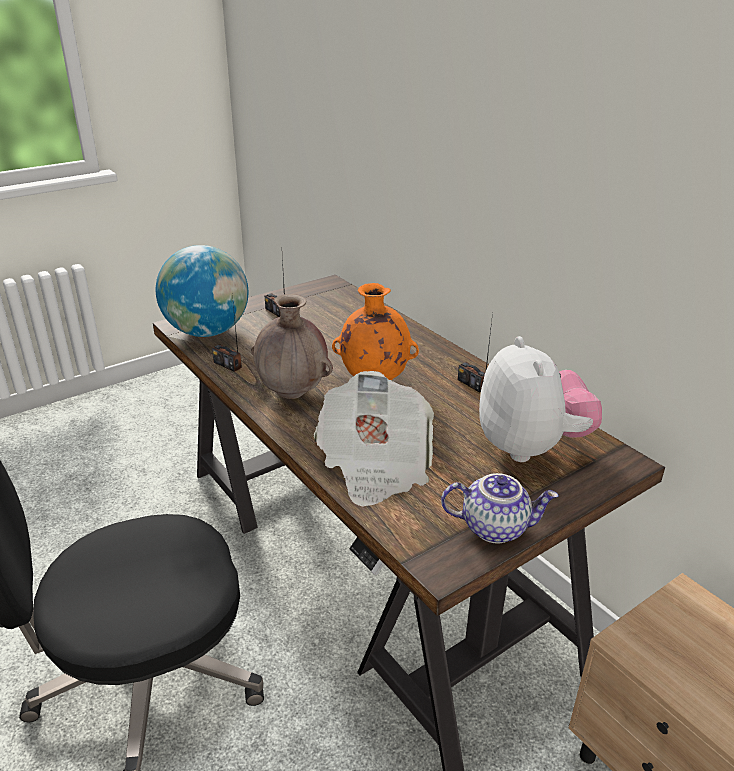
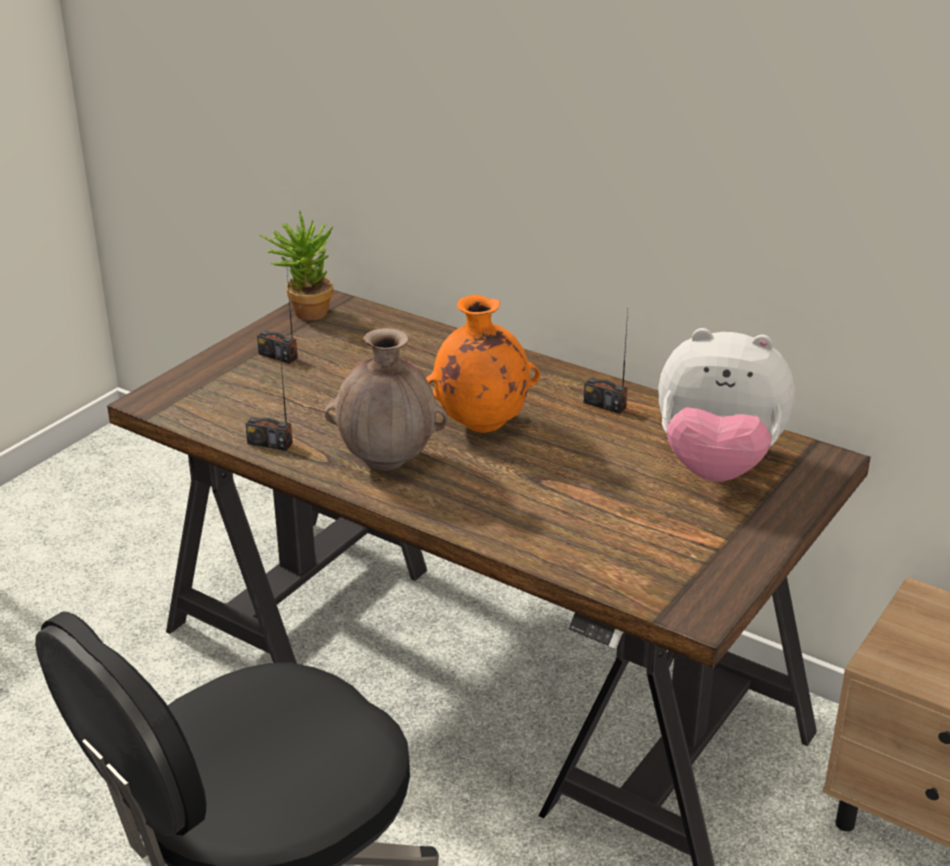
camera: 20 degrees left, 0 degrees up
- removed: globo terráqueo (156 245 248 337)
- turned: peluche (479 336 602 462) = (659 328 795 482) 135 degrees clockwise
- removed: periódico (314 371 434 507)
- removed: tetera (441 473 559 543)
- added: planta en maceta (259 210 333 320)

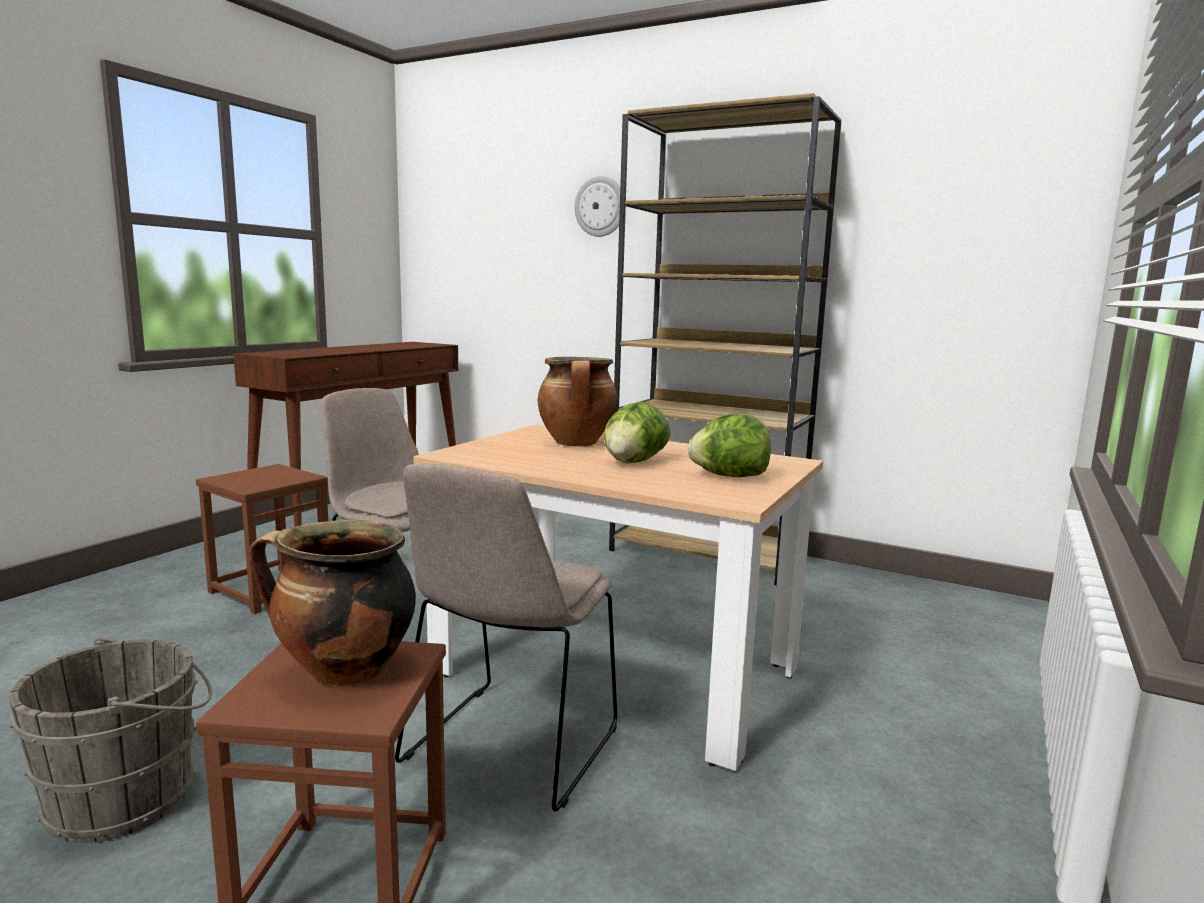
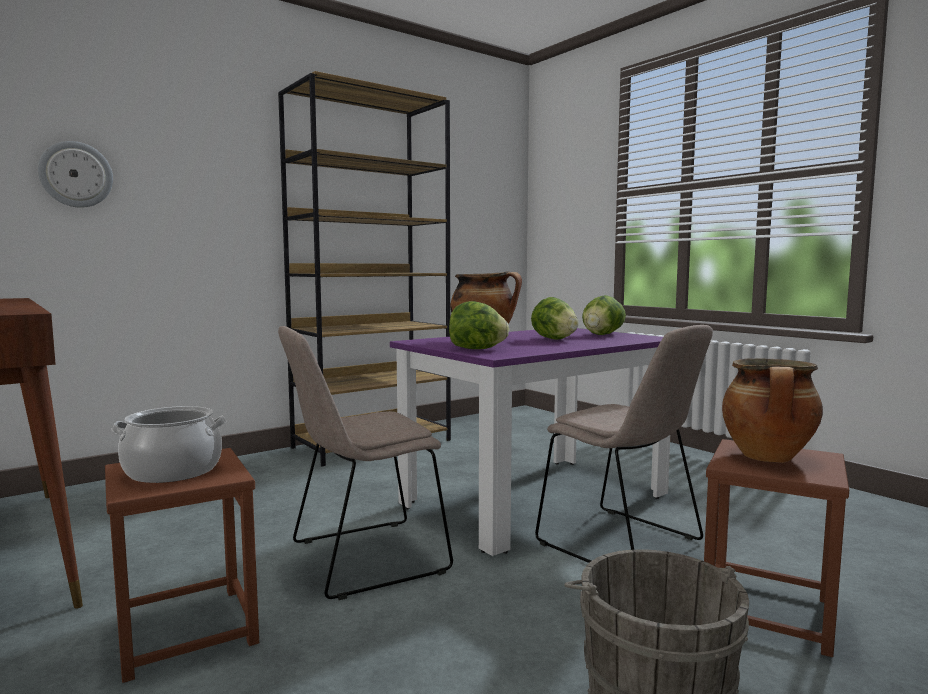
camera: 65 degrees left, 5 degrees down
- moved: reloj de pared (575 176 620 237) to (38 141 113 208)
- recoloured: mesa de comedor/beis (413 424 823 771) to mesa de comedor/morado (390 328 670 556)
- added: lechuga (449 301 509 349)
- added: olla (111 406 226 483)

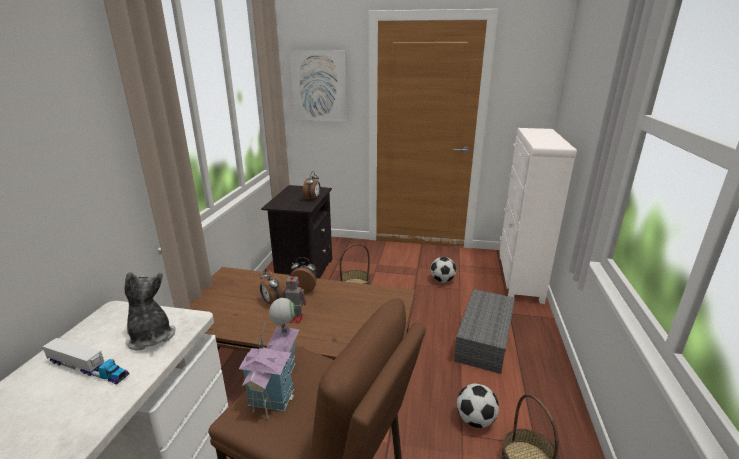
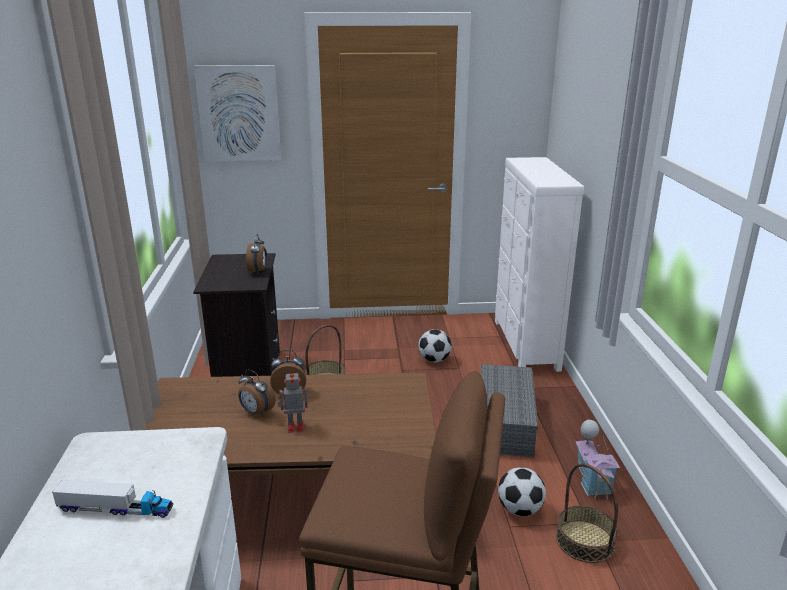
camera: 15 degrees left, 0 degrees up
- removed: peluche (124 272 175 350)
- moved: casita (239 298 299 419) to (576 420 620 500)

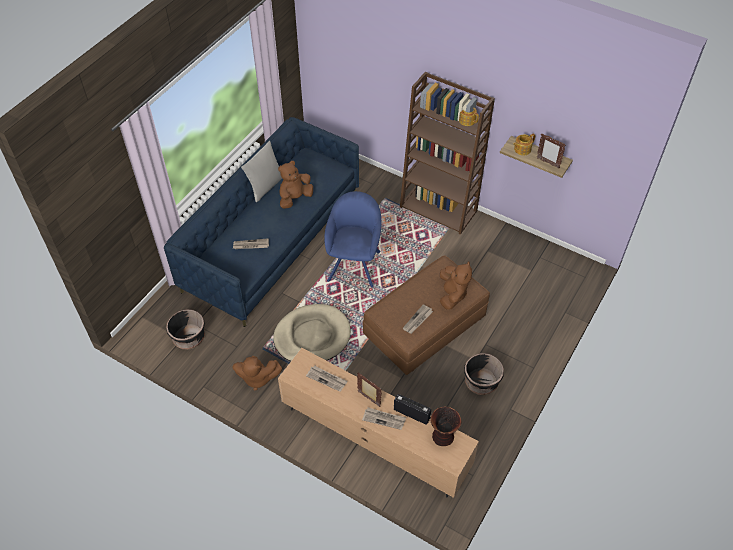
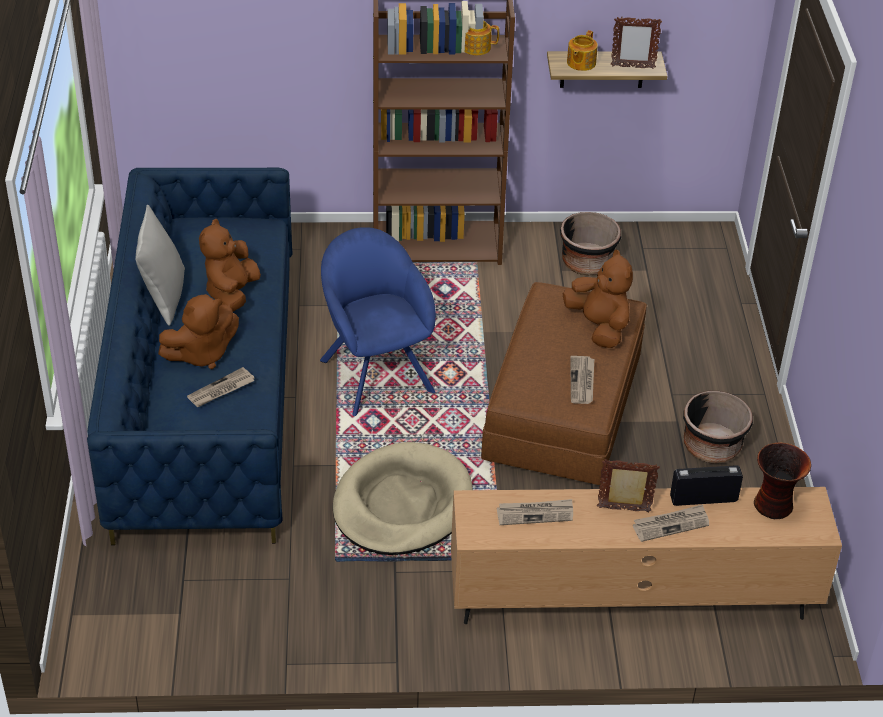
camera: 35 degrees left, 10 degrees down
- moved: maceta/negro (166 309 205 350) to (560 212 621 275)
- moved: peluche/marrón (232 356 282 390) to (158 294 239 369)

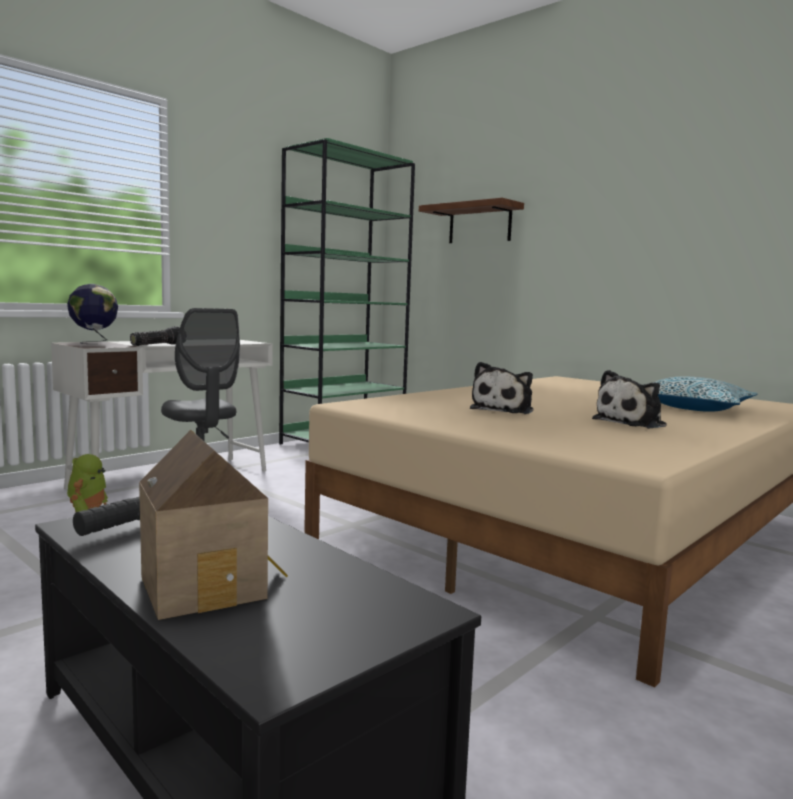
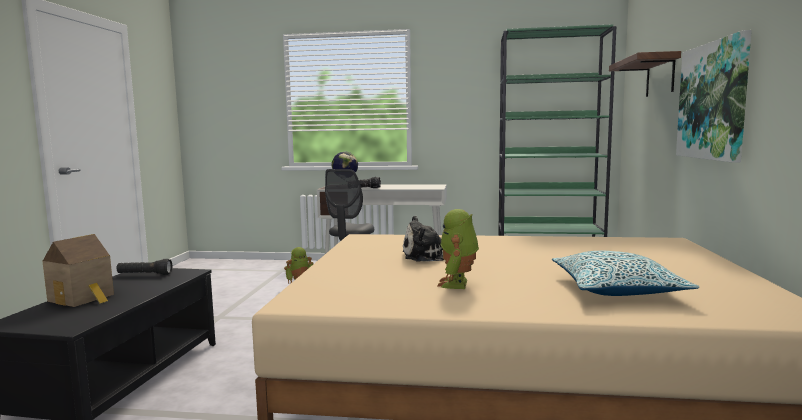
camera: 55 degrees right, 0 degrees up
- replaced: peluche (592 370 667 429) to robot de juguete (437 209 479 289)
- added: cuadro (676 30 752 163)

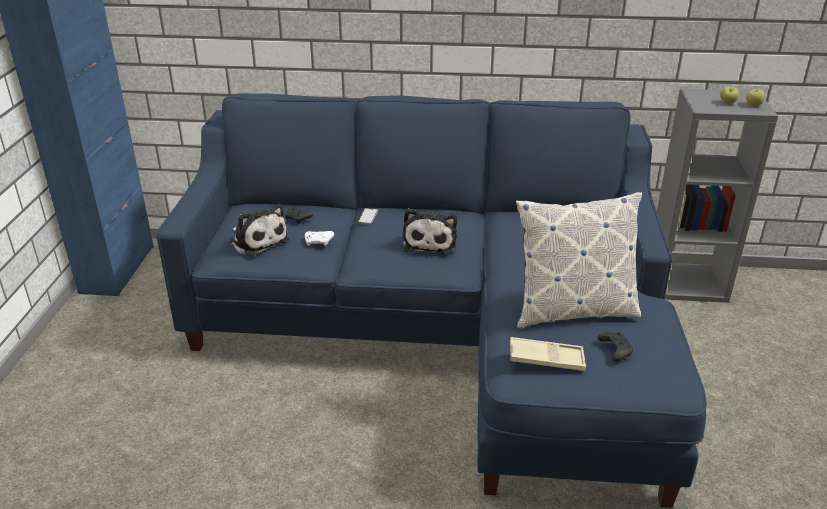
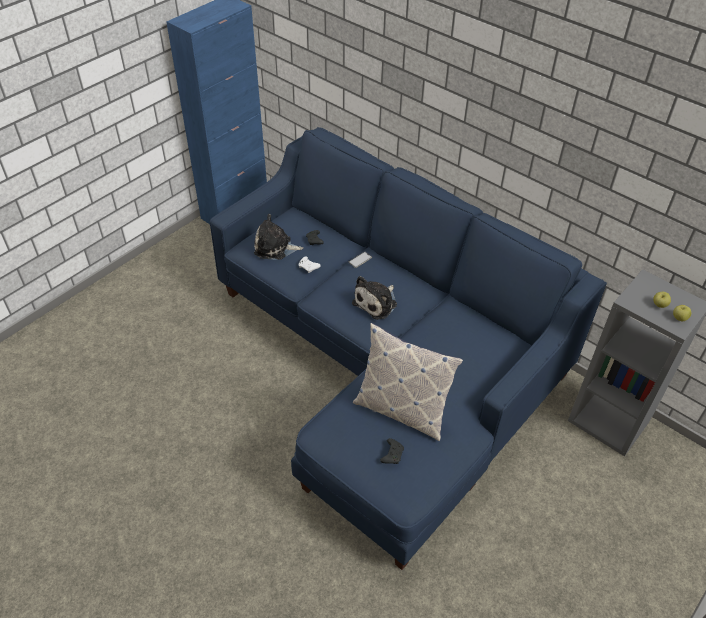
camera: 35 degrees right, 15 degrees up
- turned: peluche (230 204 289 257) = (254 214 303 260) 105 degrees clockwise
- removed: bandeja/beis (510 337 586 371)

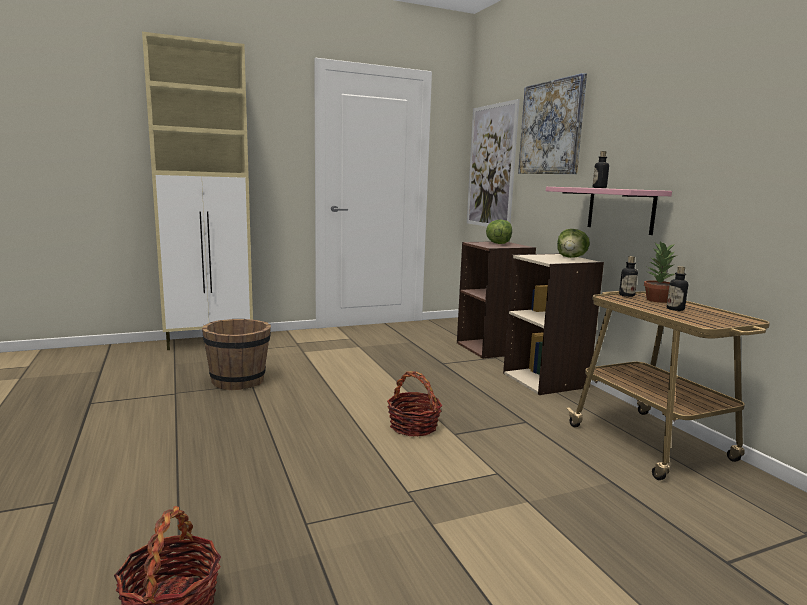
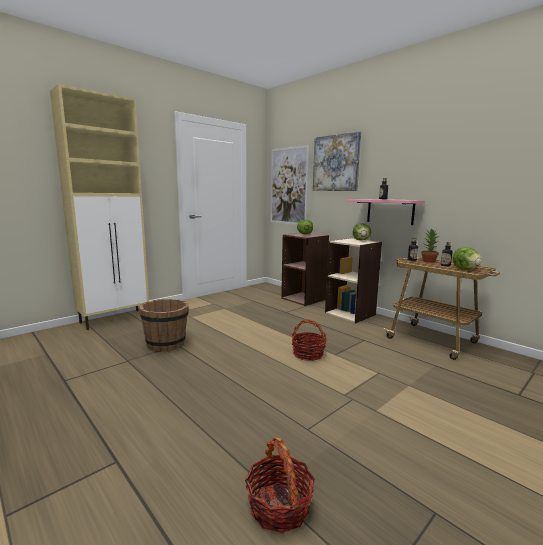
camera: 20 degrees left, 0 degrees up
- added: lechuga (452 247 482 270)

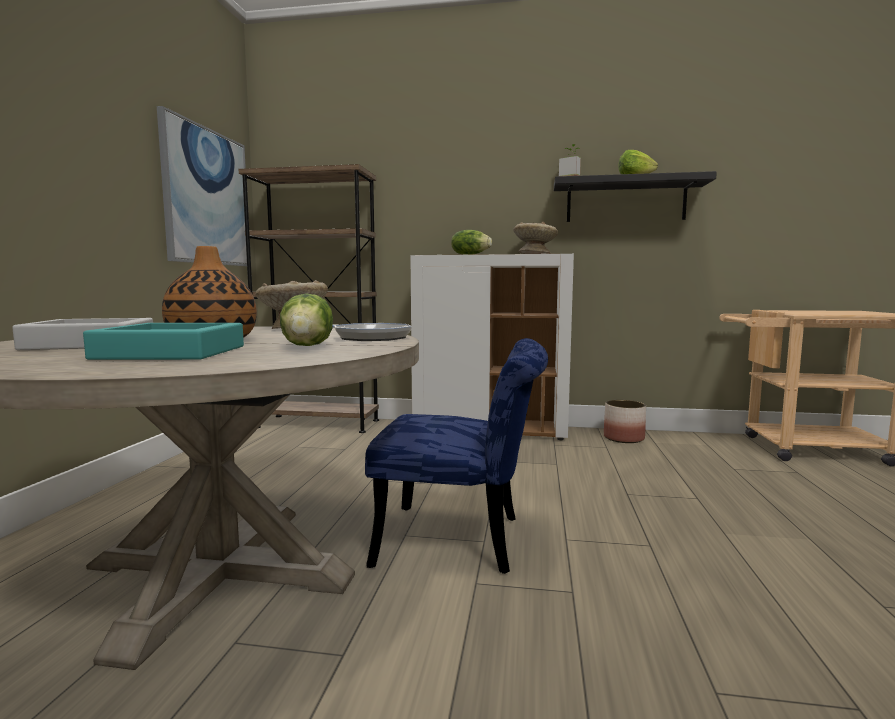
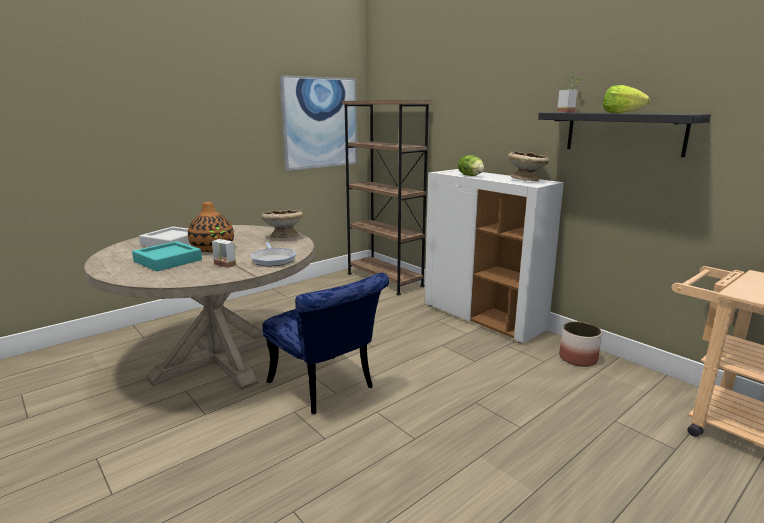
camera: 40 degrees right, 10 degrees up
- replaced: lechuga (280 293 333 346) to planta en maceta (209 227 236 268)

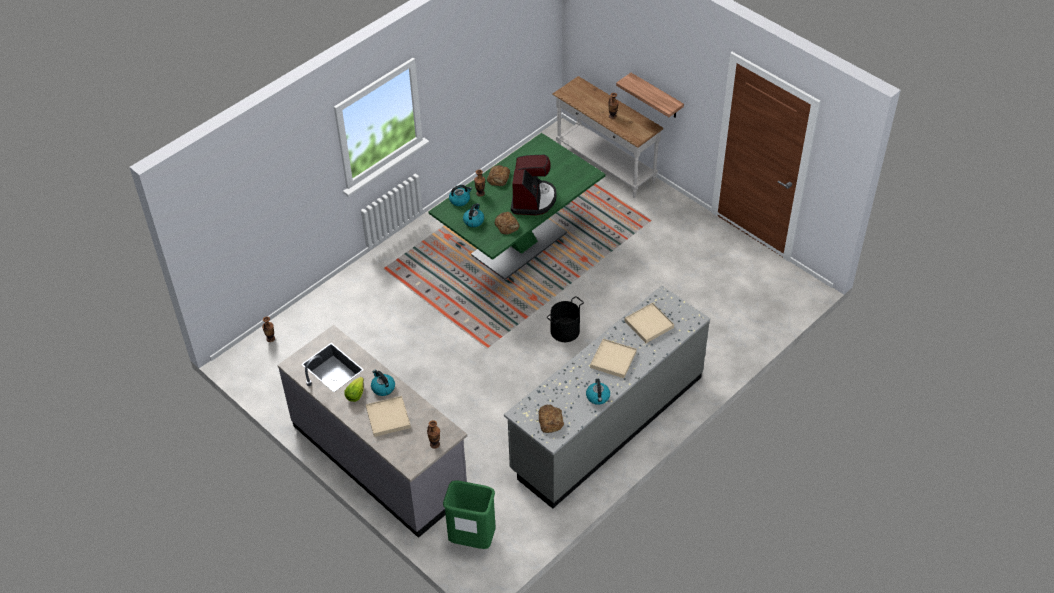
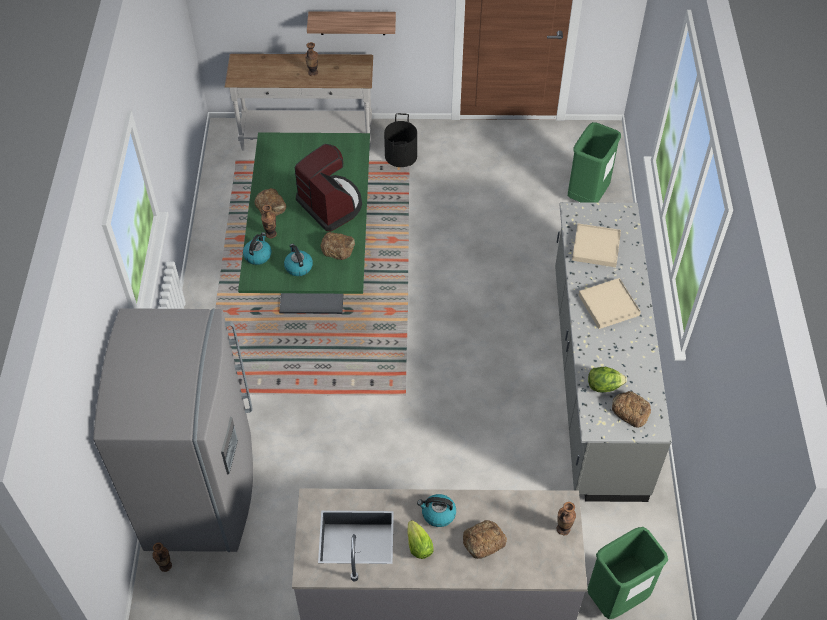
camera: 45 degrees left, 5 degrees up
- moved: cubo/negro (547 296 584 342) to (384 113 417 167)
- removed: hervidor (586 379 610 405)
- replaced: bandeja/beis (366 396 411 437) to pan (463 520 507 559)
- added: papelera/verde (568 122 621 203)
- added: nevera/gris (93 308 253 552)
- added: lechuga (588 367 627 393)

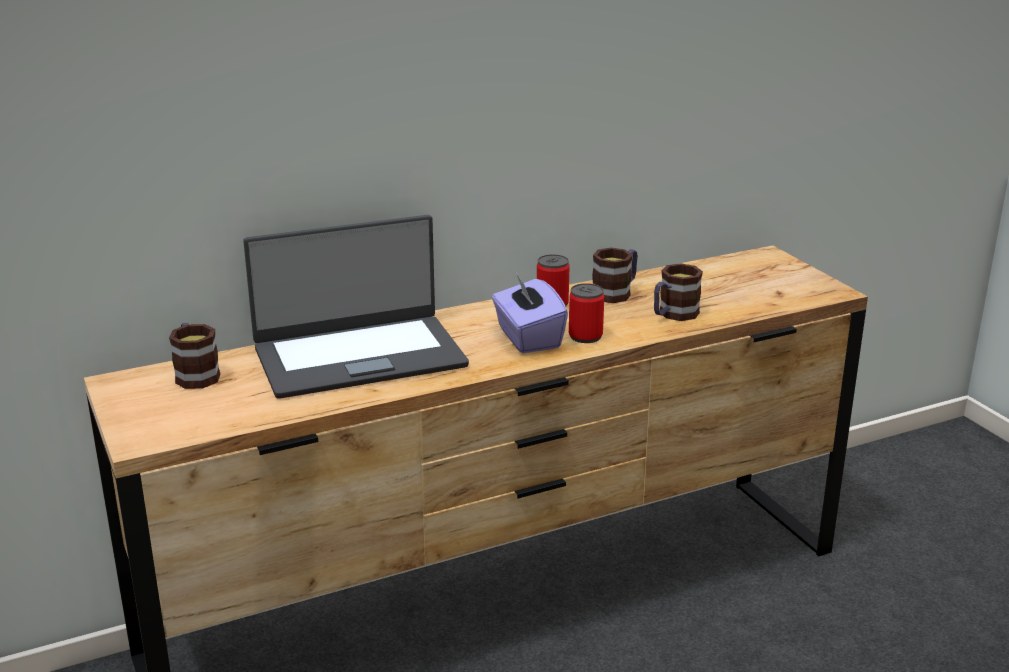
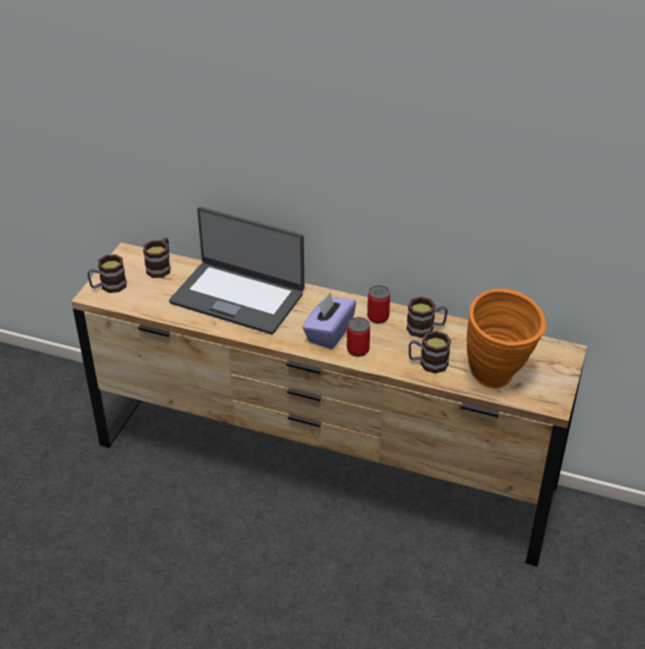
camera: 45 degrees right, 15 degrees up
- added: taza grande (87 254 126 293)
- added: florero/naranja (467 289 546 388)

